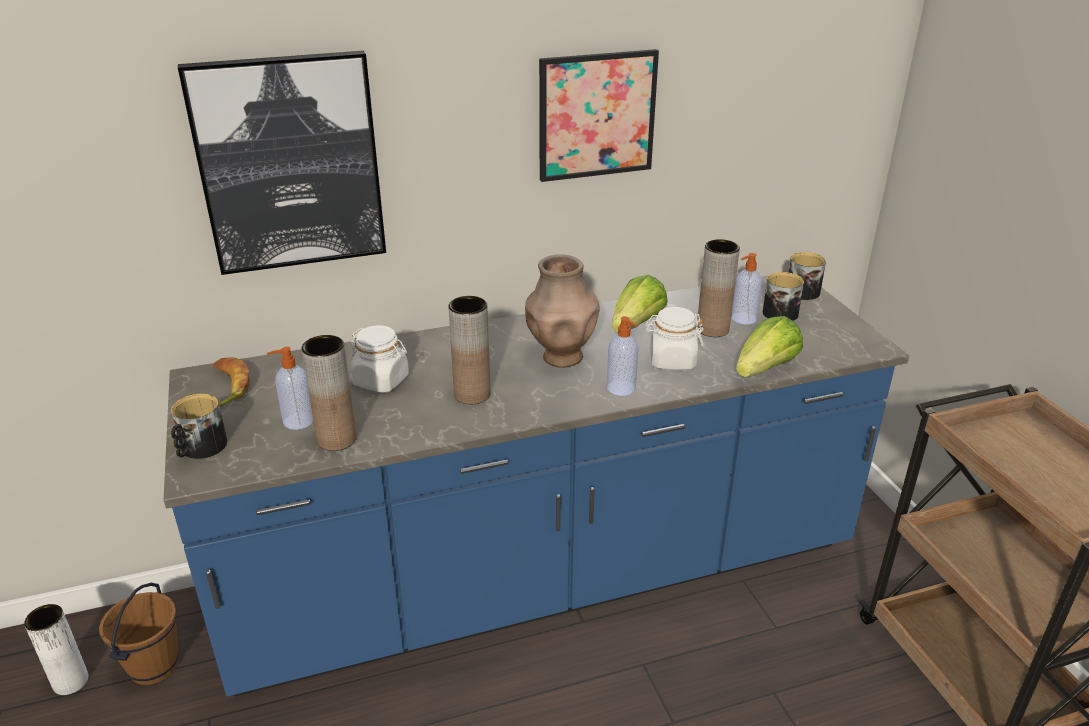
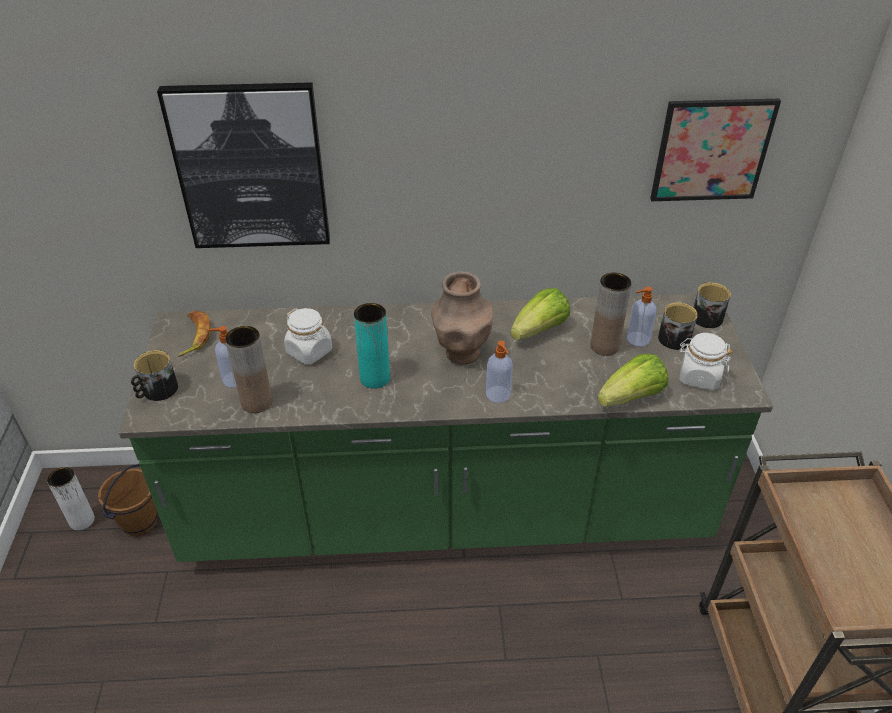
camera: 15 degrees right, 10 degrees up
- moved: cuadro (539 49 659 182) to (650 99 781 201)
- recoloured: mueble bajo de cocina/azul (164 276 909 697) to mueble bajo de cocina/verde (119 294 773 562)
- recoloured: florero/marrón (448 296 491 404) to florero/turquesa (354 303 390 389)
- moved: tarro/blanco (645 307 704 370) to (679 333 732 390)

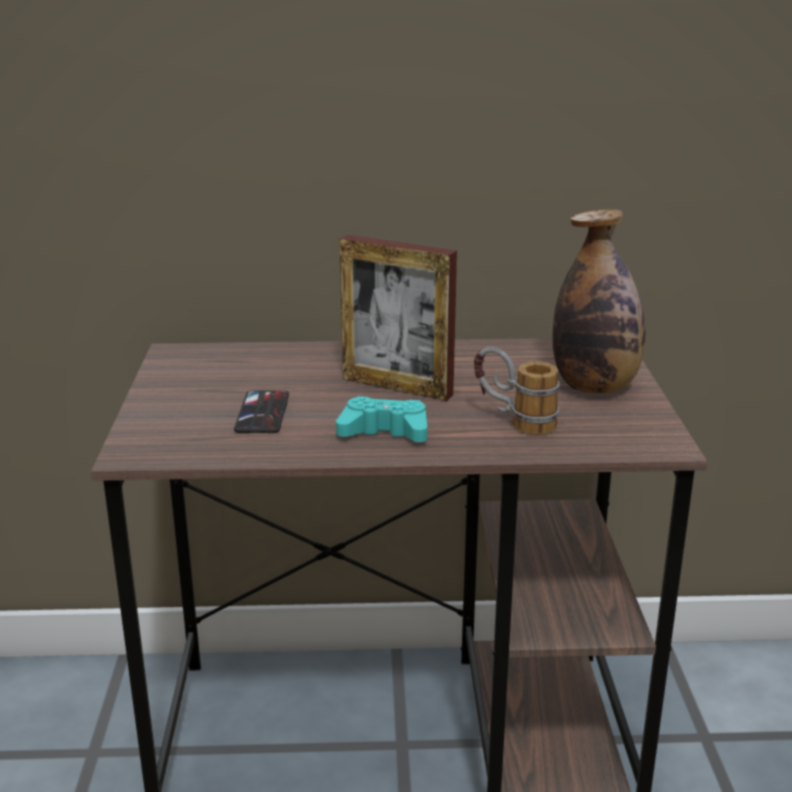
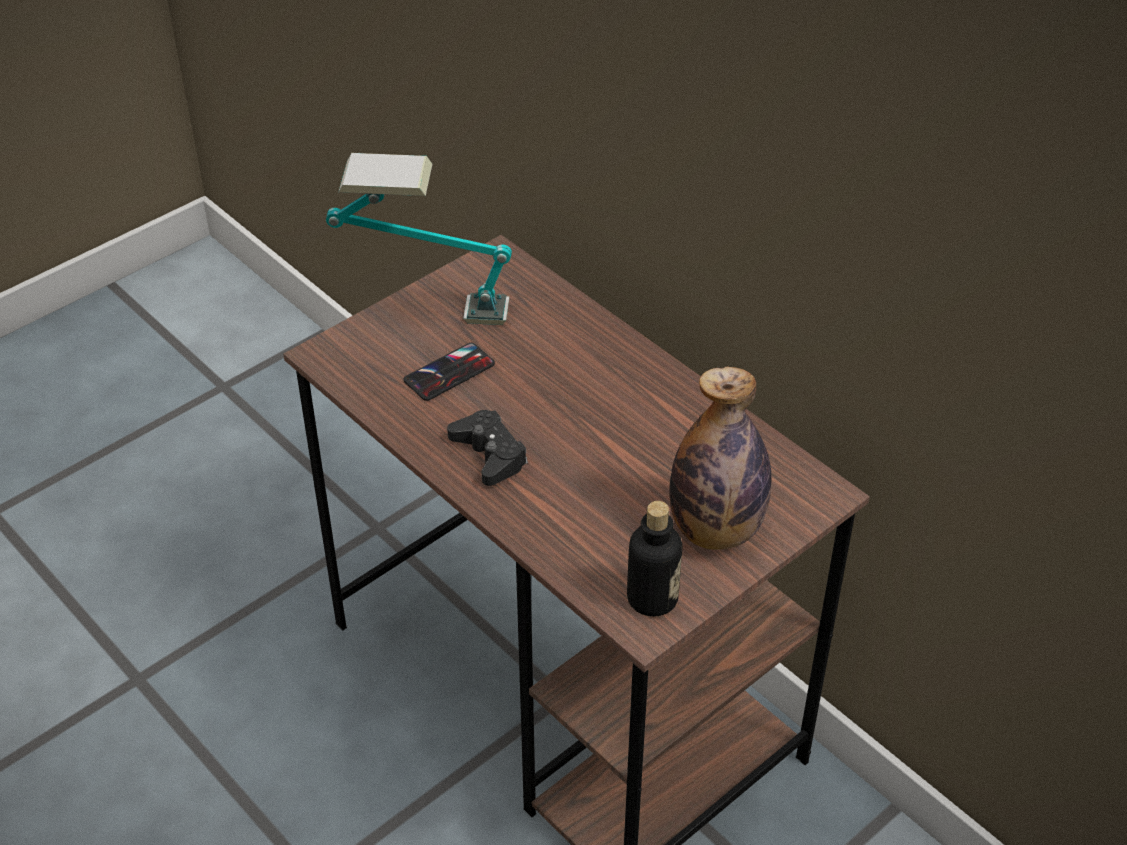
camera: 50 degrees right, 20 degrees up
- removed: portarretratos (340 235 457 401)
- removed: taza grande (474 347 560 435)
- recoloured: mando de consola/turquesa (336 396 427 442) to mando de consola/negro (447 410 528 486)
- added: lámpara de mesa (326 153 512 325)
- added: botella (627 501 682 617)

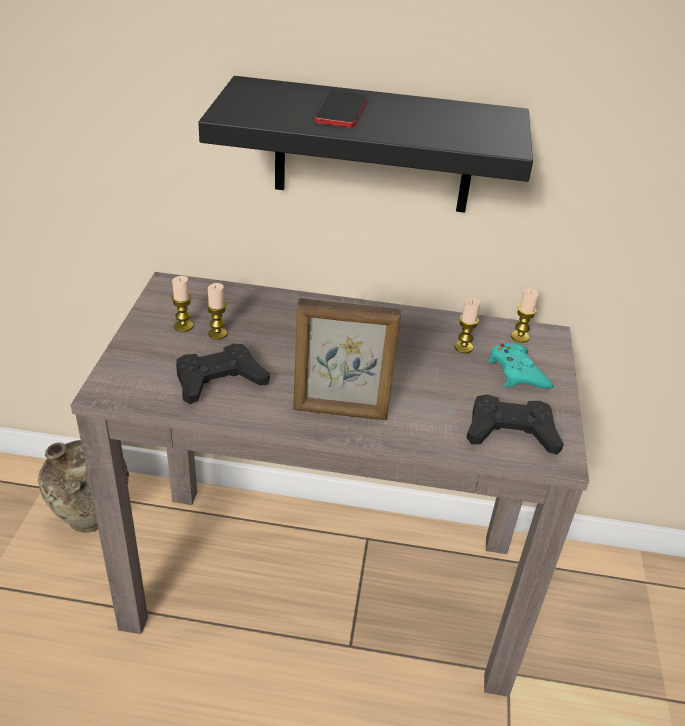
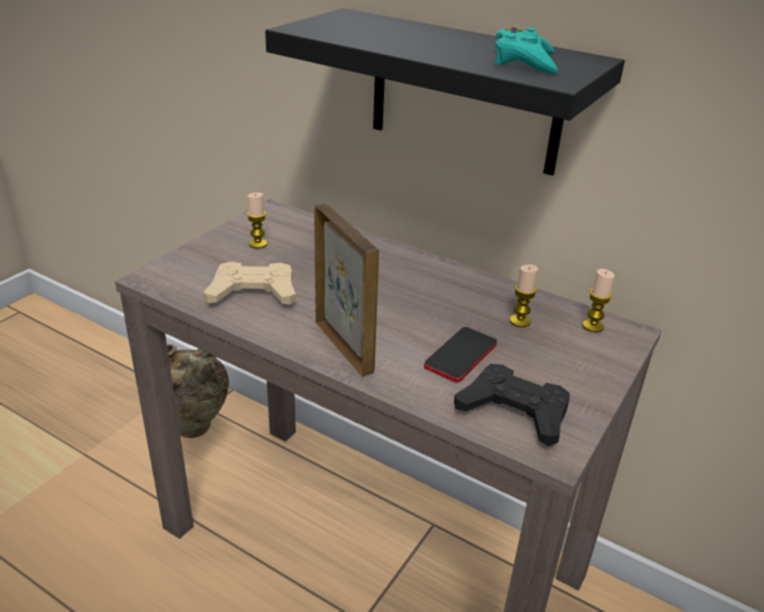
camera: 25 degrees right, 5 degrees down
- moved: móvil (315 90 367 128) to (424 327 497 383)
- removed: vela (206 283 227 340)
- turned: portarretratos (293 298 401 420) = (314 203 379 377) 150 degrees counterclockwise
- moved: mando de consola/turquesa (489 343 554 389) to (495 28 558 74)
- recoloured: mando de consola/negro (176 344 270 404) to mando de consola/beis (203 262 296 305)

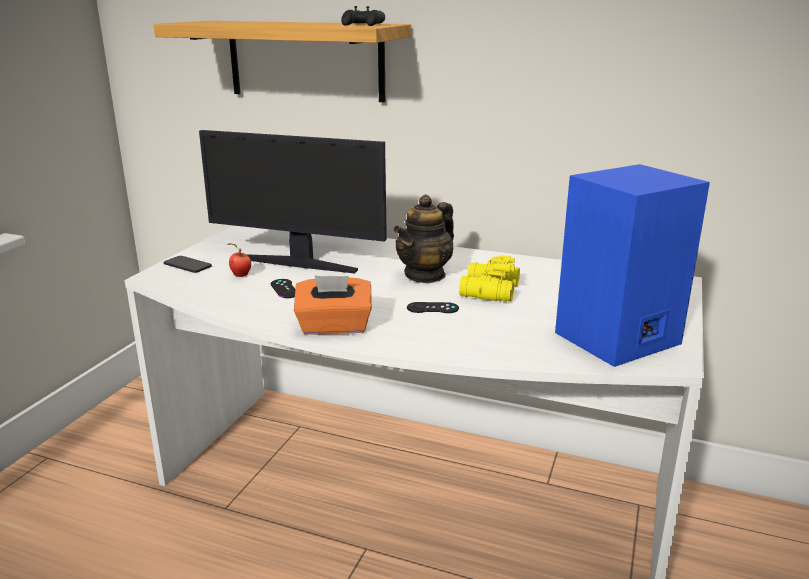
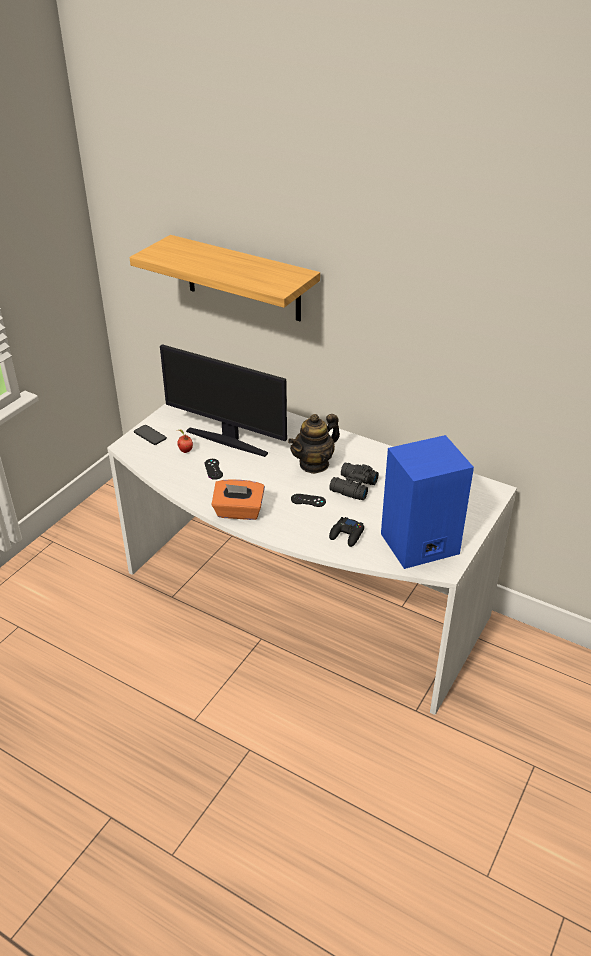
camera: 10 degrees right, 15 degrees up
- moved: mando de consola/negro (341 6 385 26) to (329 517 364 547)
- recoloured: prismáticos/amarillo (459 255 520 302) to prismáticos/negro (329 462 379 501)

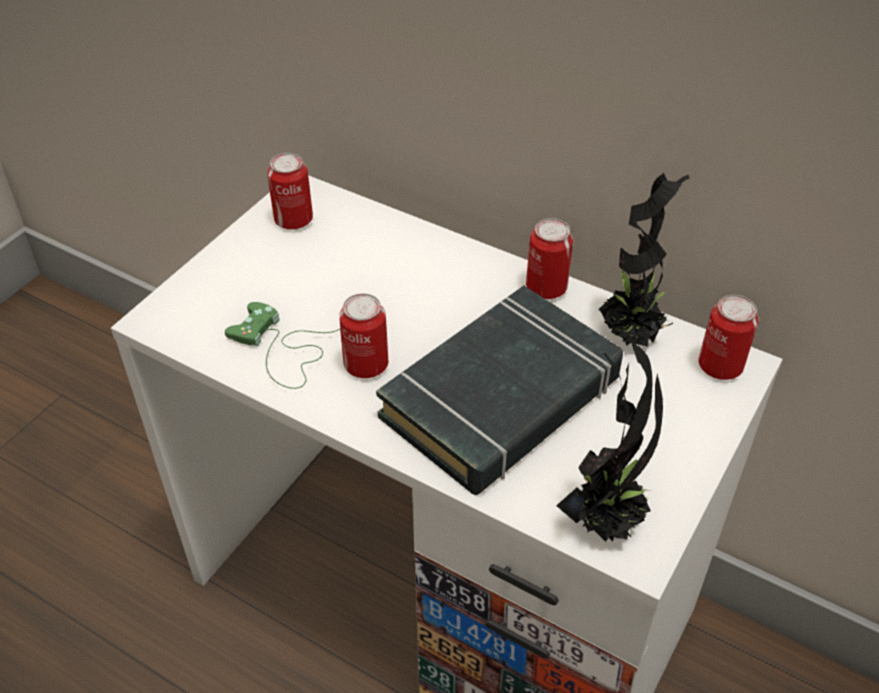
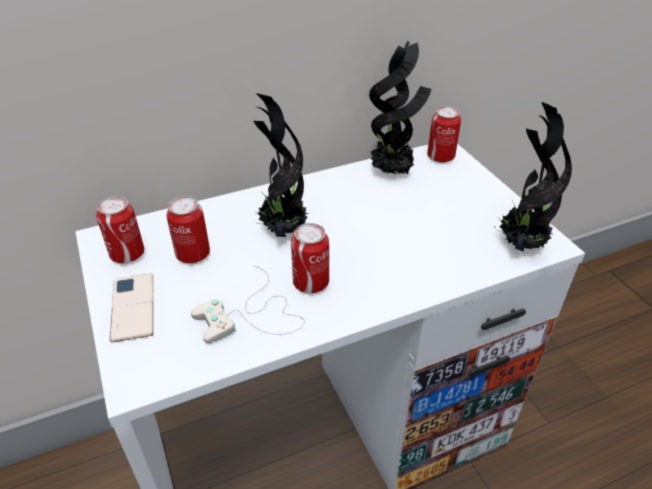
camera: 55 degrees left, 5 degrees down
- moved: lata (526 218 573 299) to (166 196 210 263)
- removed: libro/negro (376 286 623 495)
- recoloured: mando de consola/verde (225 302 340 389) to mando de consola/blanco (191 266 305 343)
- added: planta en maceta (254 93 308 237)
- added: móvil (110 273 154 343)

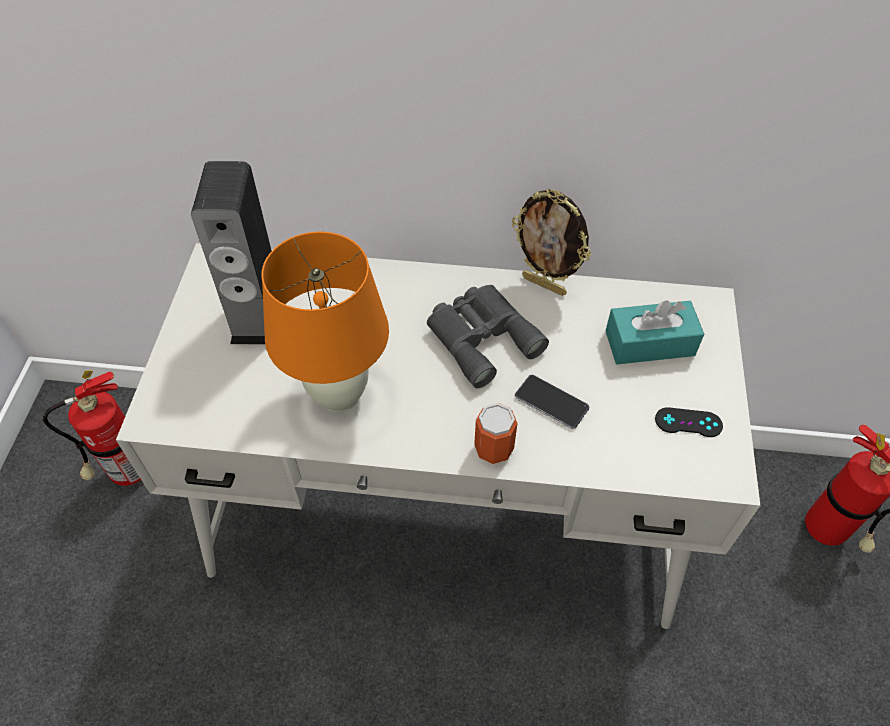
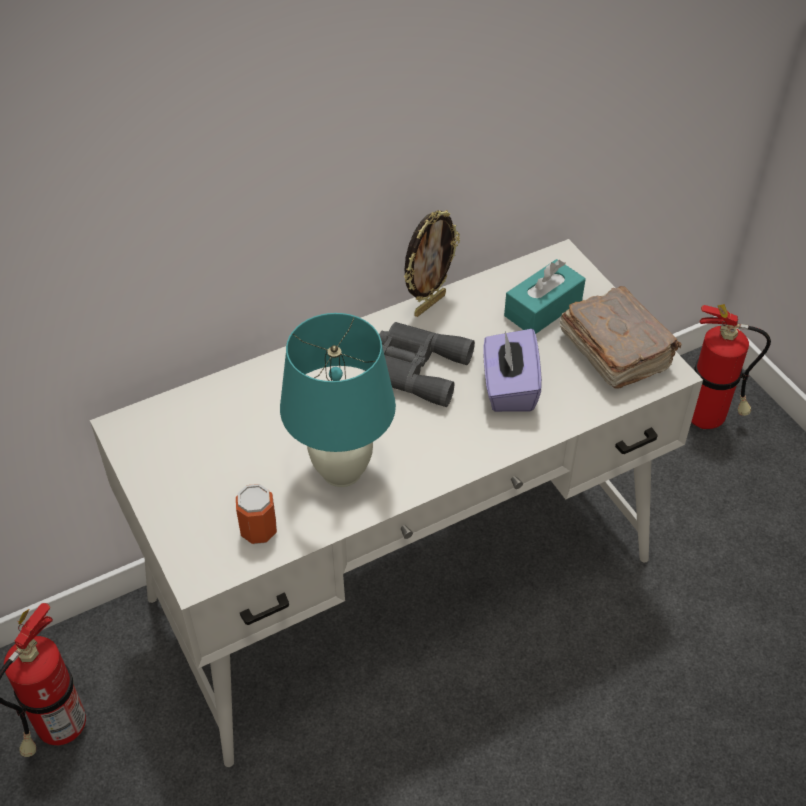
camera: 35 degrees left, 5 degrees down
- removed: altavoz (191 161 272 344)
- turned: portarretratos (512 189 591 296) = (404 210 460 317) 45 degrees counterclockwise
- recoloured: lámpara de mesa/naranja (261 232 389 412) to lámpara de mesa/turquesa (280 313 396 487)
- replaced: móvil (515 375 589 429) to caja de pañuelos/morado (483 329 542 412)
- moved: lata (474 403 518 464) to (236 484 277 544)
- replaced: mando de consola/negro (655 407 723 437) to libro/marrón (559 286 682 389)

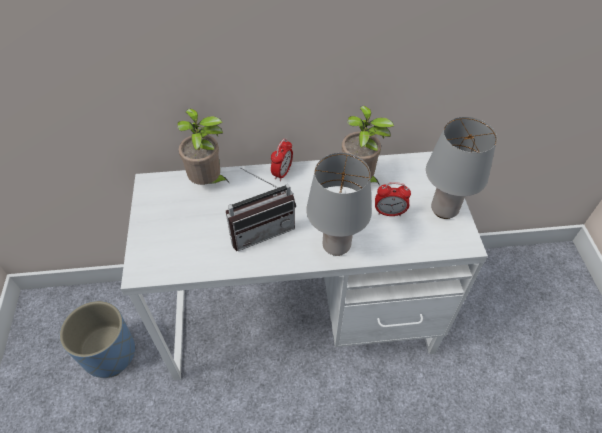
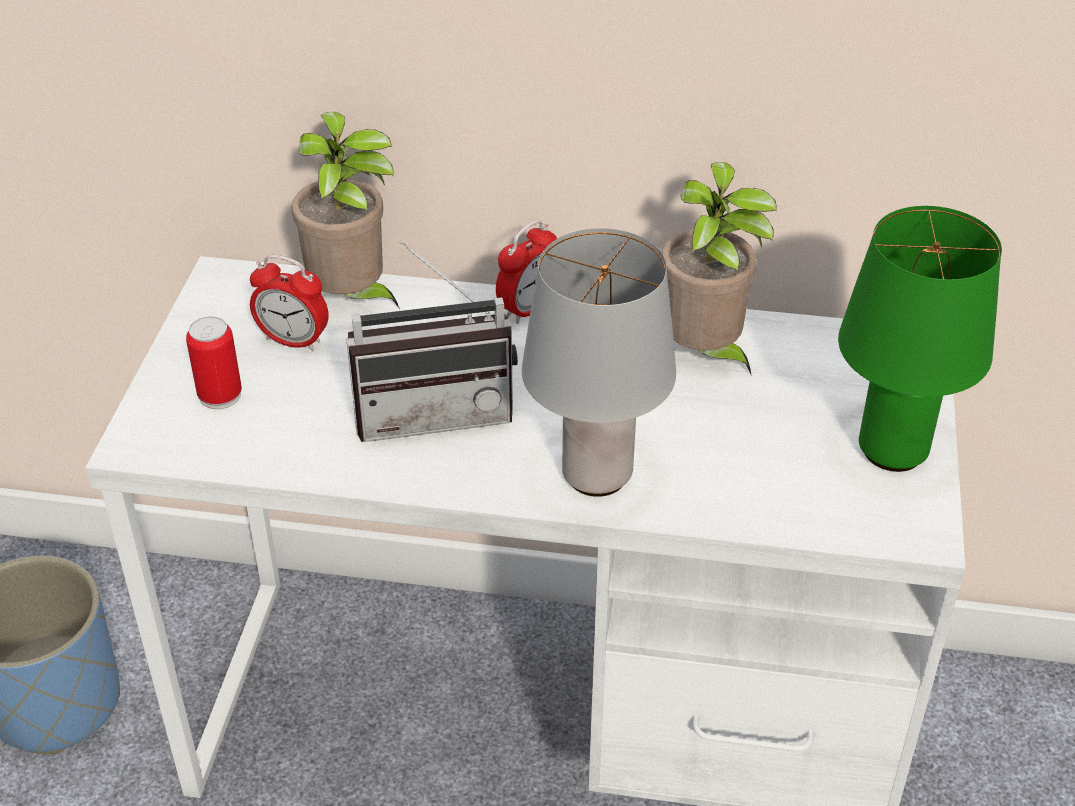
camera: 15 degrees right, 10 degrees down
- recoloured: lámpara de mesa/gris (426 117 497 219) to lámpara de mesa/verde (838 206 1002 472)
- moved: despertador (375 182 411 216) to (250 255 329 351)
- added: lata (186 316 242 409)

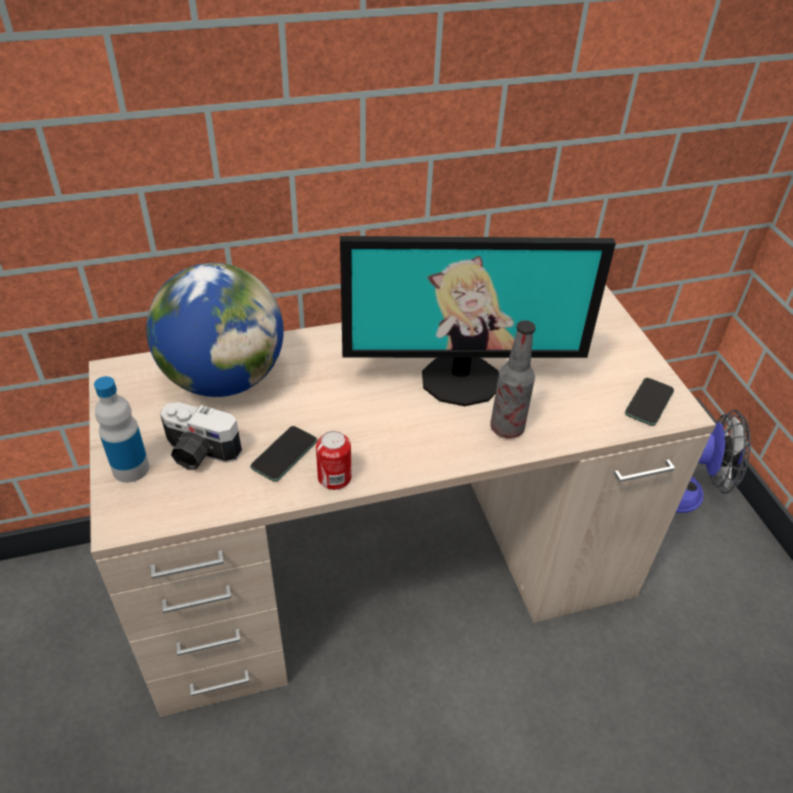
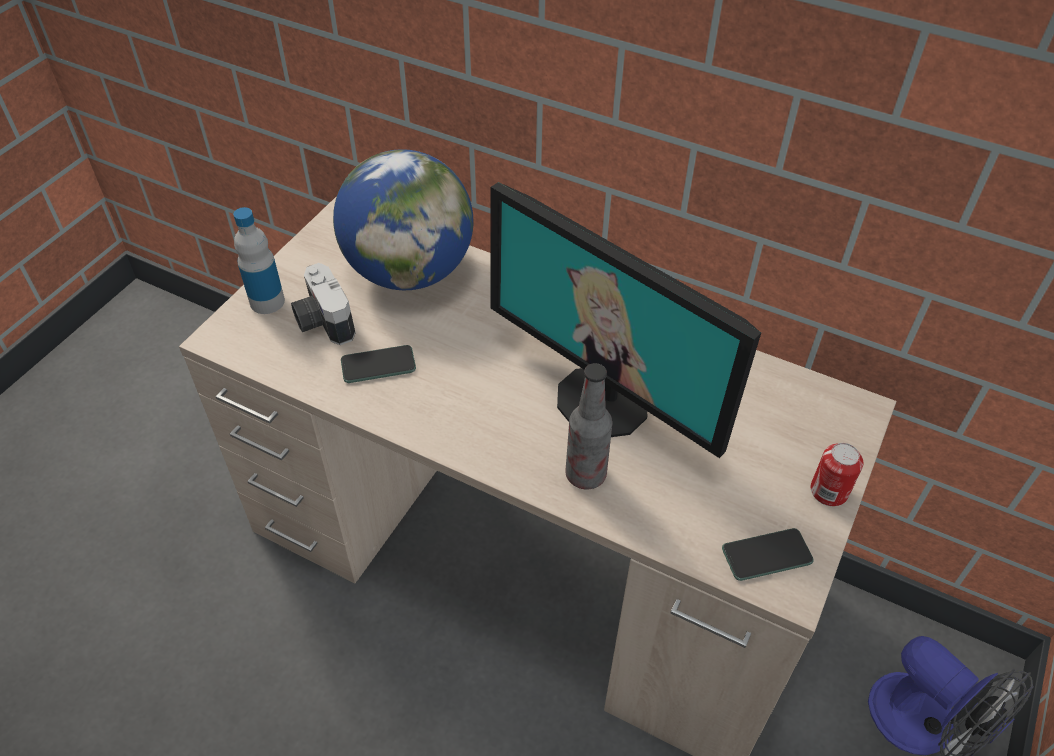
camera: 45 degrees right, 5 degrees up
- moved: lata (316 431 351 490) to (811 443 863 506)

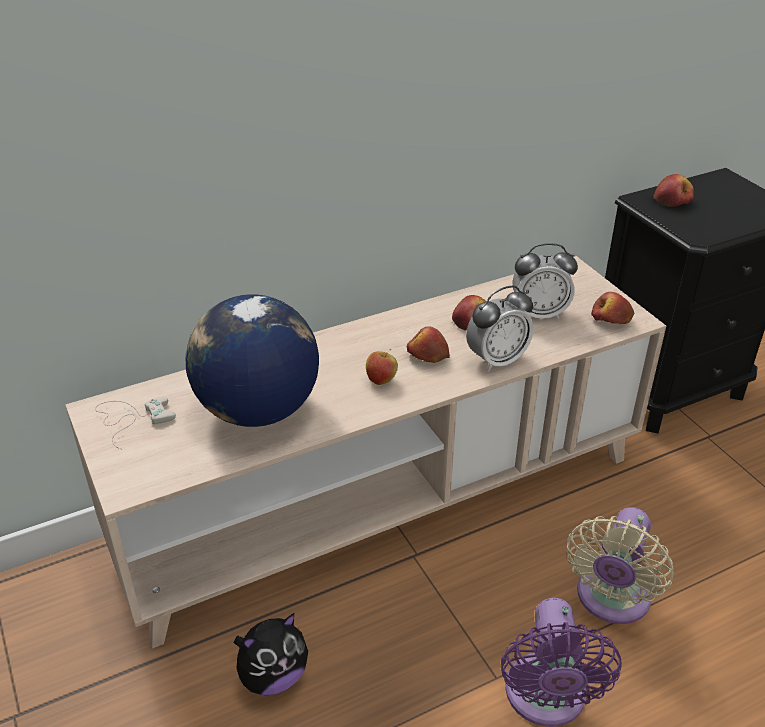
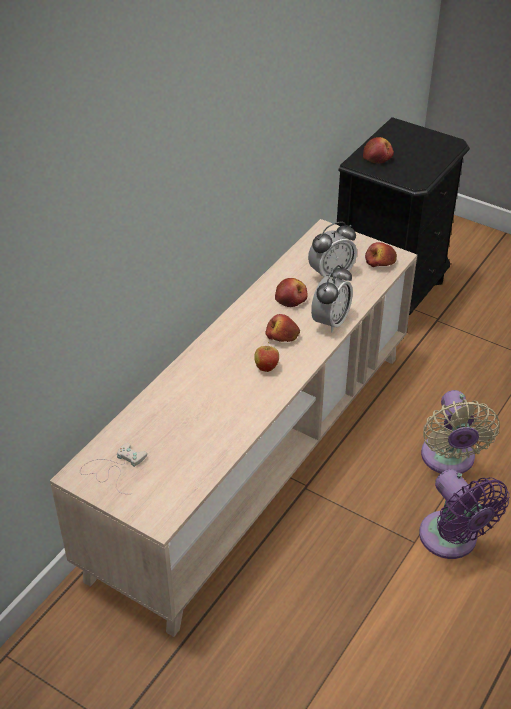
camera: 30 degrees left, 5 degrees up
- removed: globo terráqueo (186 294 319 427)
- removed: peluche (234 613 308 695)

